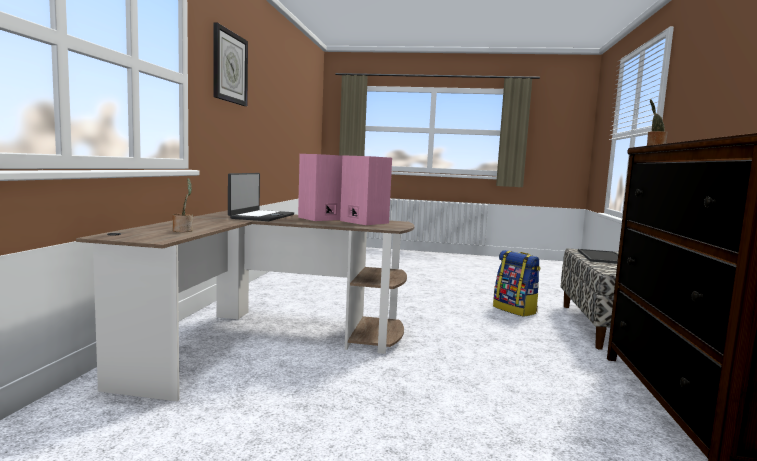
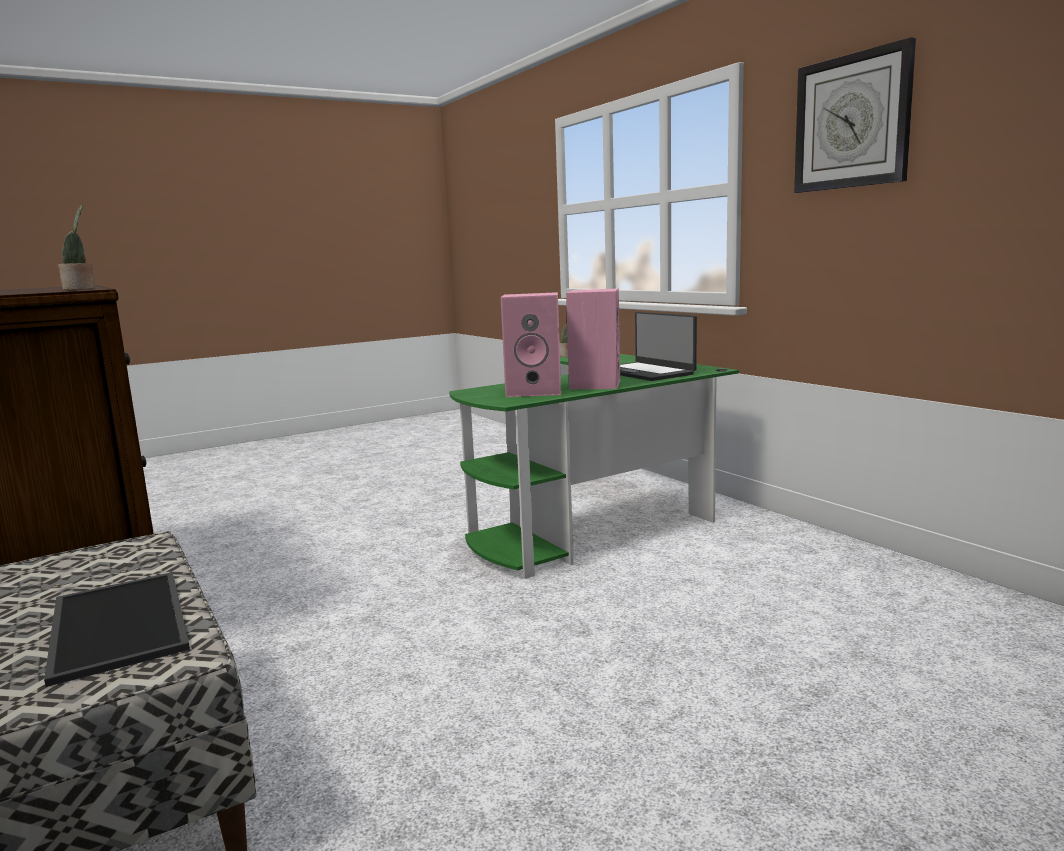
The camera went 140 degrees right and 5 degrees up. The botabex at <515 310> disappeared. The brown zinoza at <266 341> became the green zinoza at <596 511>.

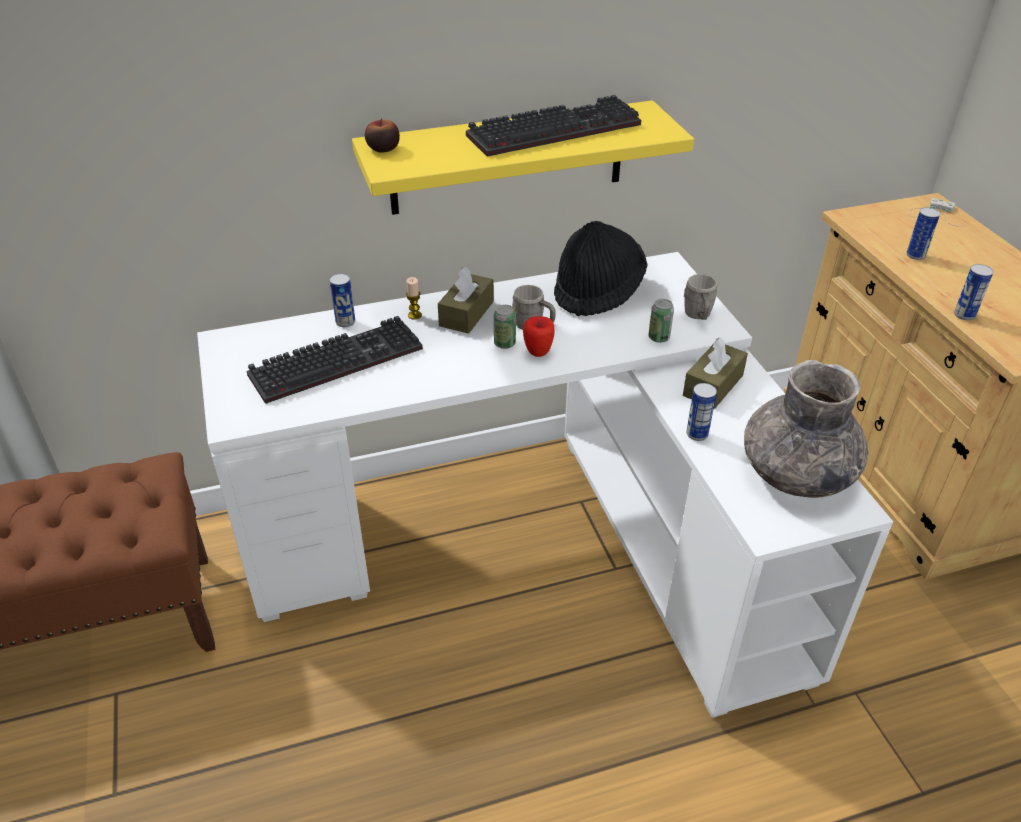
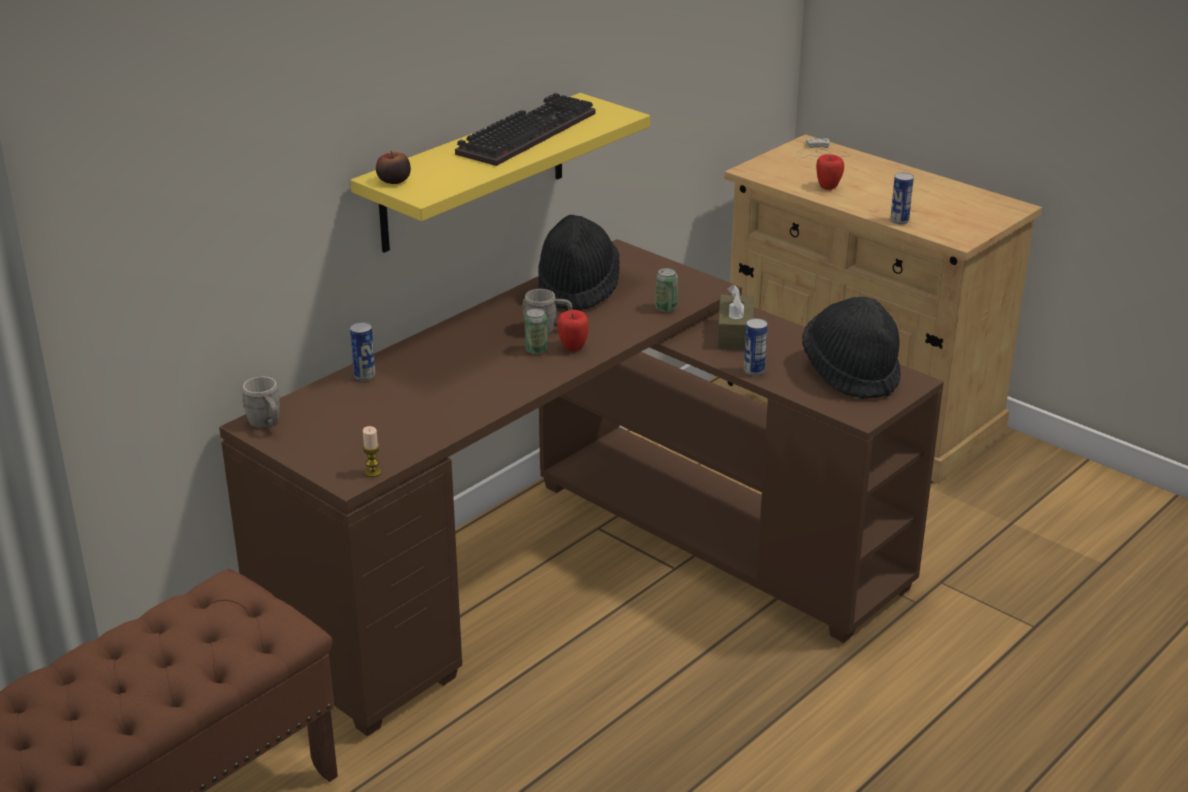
The camera went 30 degrees left and 10 degrees down. The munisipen at <338 359> disappeared. The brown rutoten at <466 313> disappeared. The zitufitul moved from <414 315> to <373 472>. The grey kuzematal moved from <698 316> to <267 424>. The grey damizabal at <796 473> was replaced by the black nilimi at <851 373>. The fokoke at <915 255> was replaced by the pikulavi at <828 187>. The white zinoza at <537 538> became the brown zinoza at <582 571>.

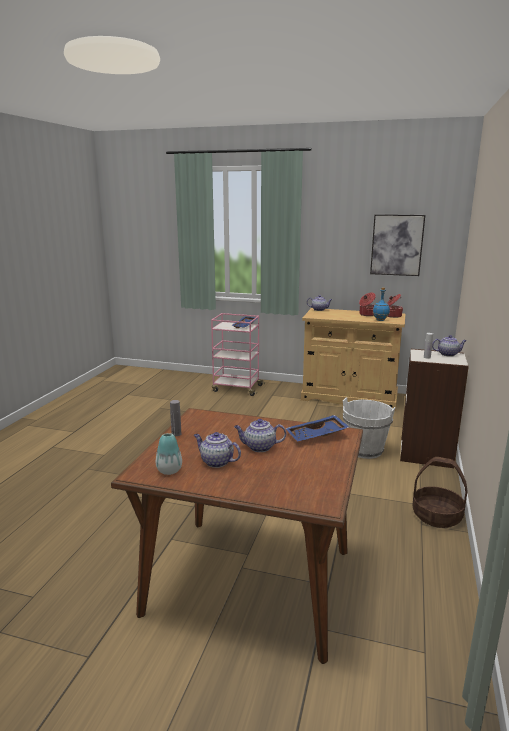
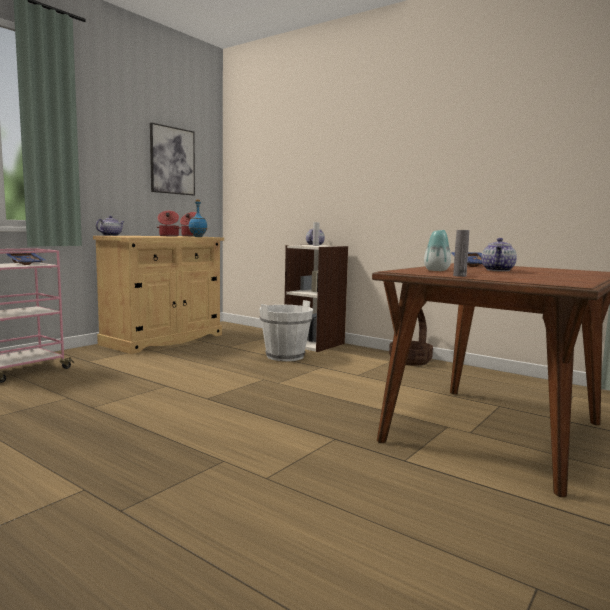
The camera went 70 degrees left and 10 degrees down. The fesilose at <216 462> disappeared. The damizabal moved from <169 470> to <436 270>.

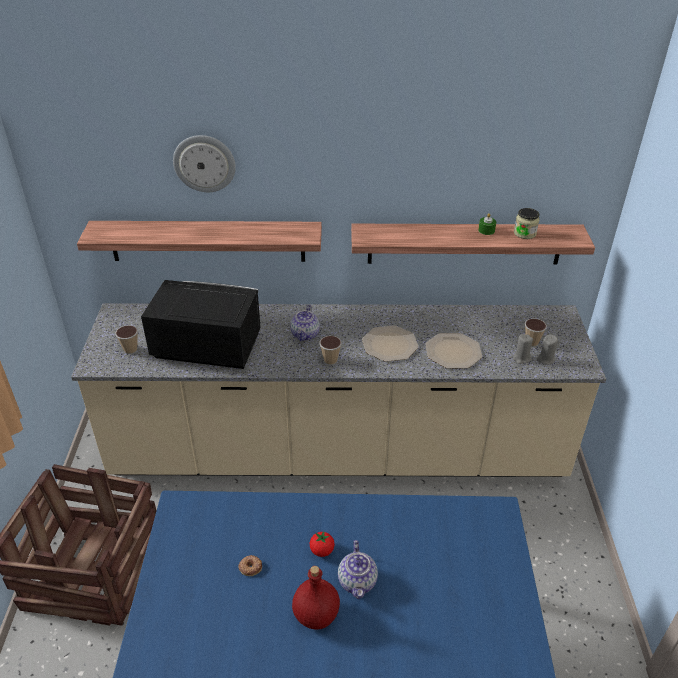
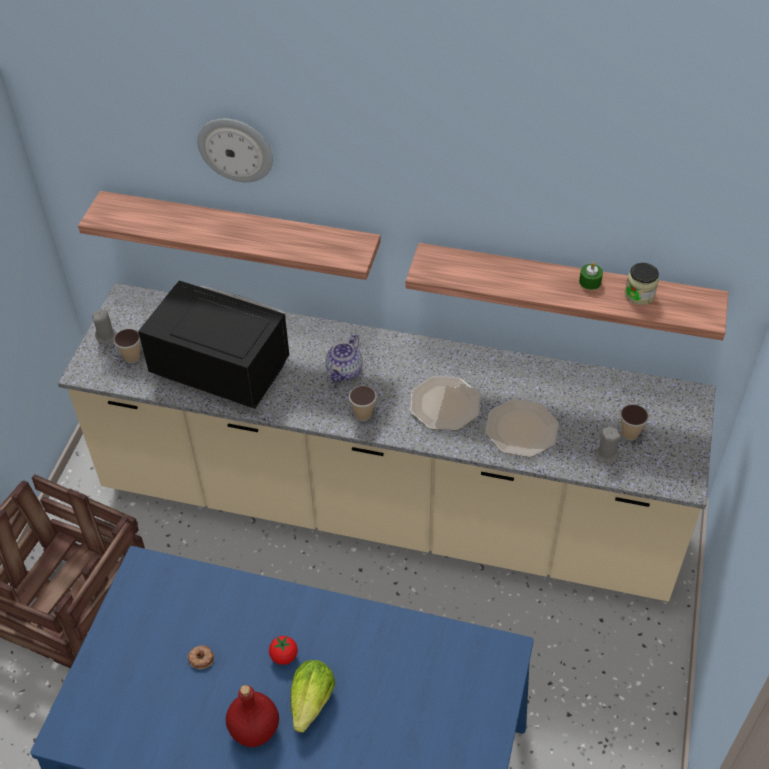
The camera went 15 degrees right and 10 degrees up. The grey zitufitul moved from <545 359> to <106 336>. The fesilose at <358 582> was replaced by the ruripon at <312 702>.

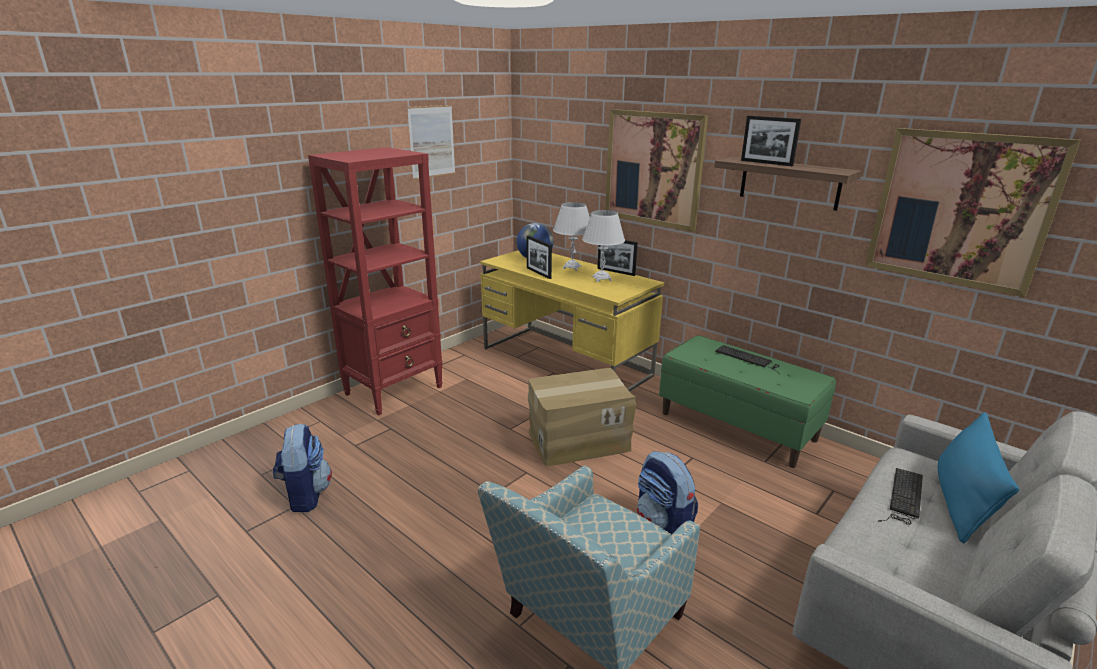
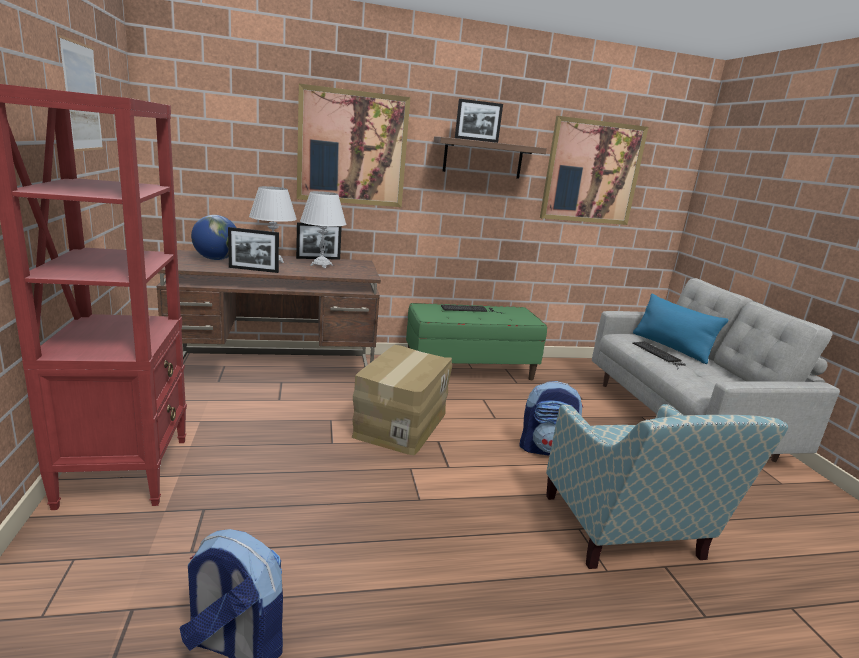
The camera went 55 degrees left and 5 degrees down. The yellow zinoza at <566 362> became the brown zinoza at <276 369>.

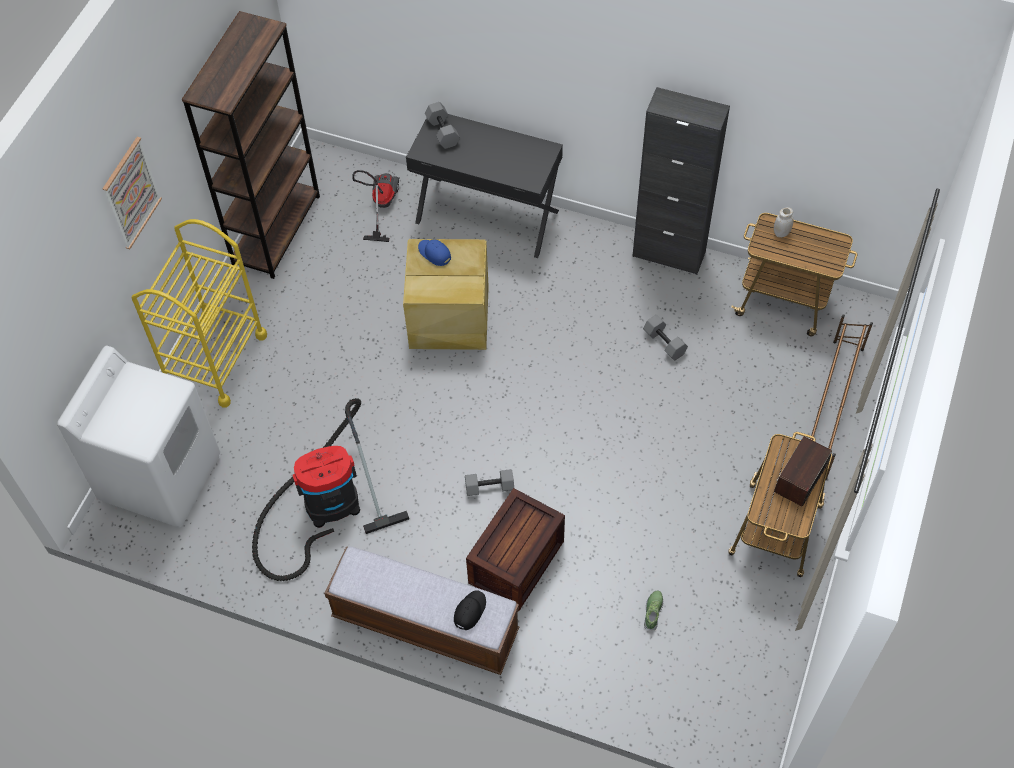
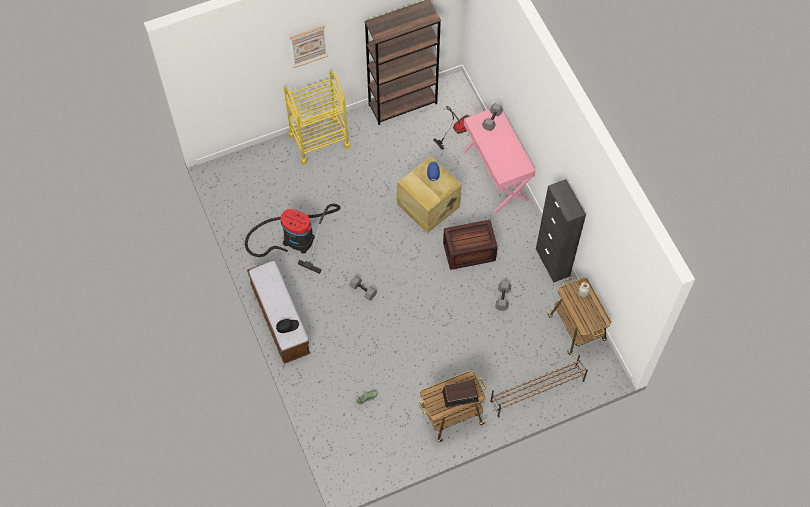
The camera went 45 degrees right and 5 degrees up. The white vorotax at <161 477> disappeared. The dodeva moved from <517 561> to <470 251>. The black zinoza at <487 216> became the pink zinoza at <496 175>.

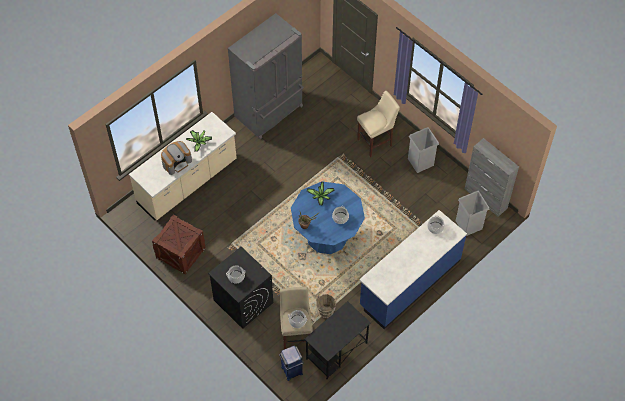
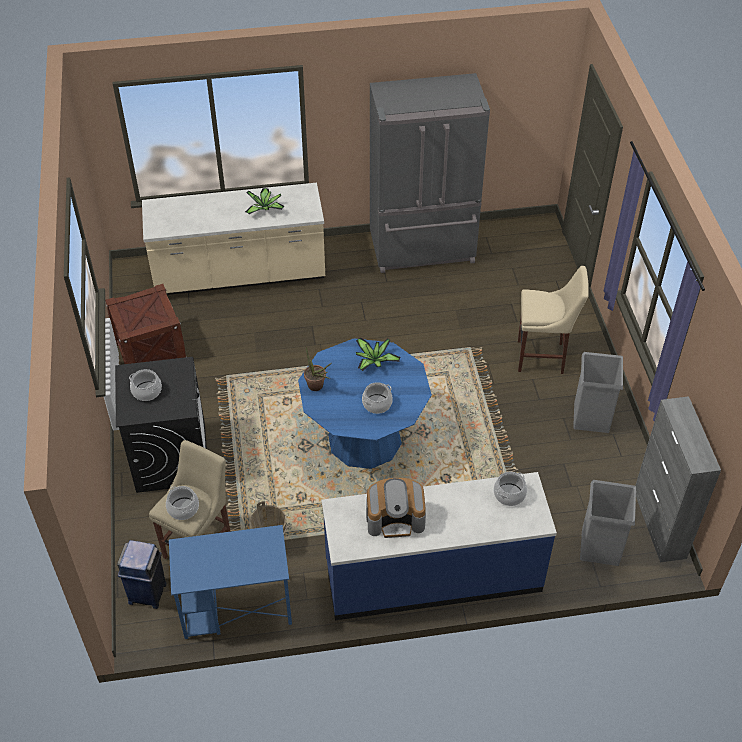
The camera went 35 degrees right and 10 degrees down. The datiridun moved from <176 162> to <395 518>. The black zinoza at <336 351> became the blue zinoza at <235 607>.

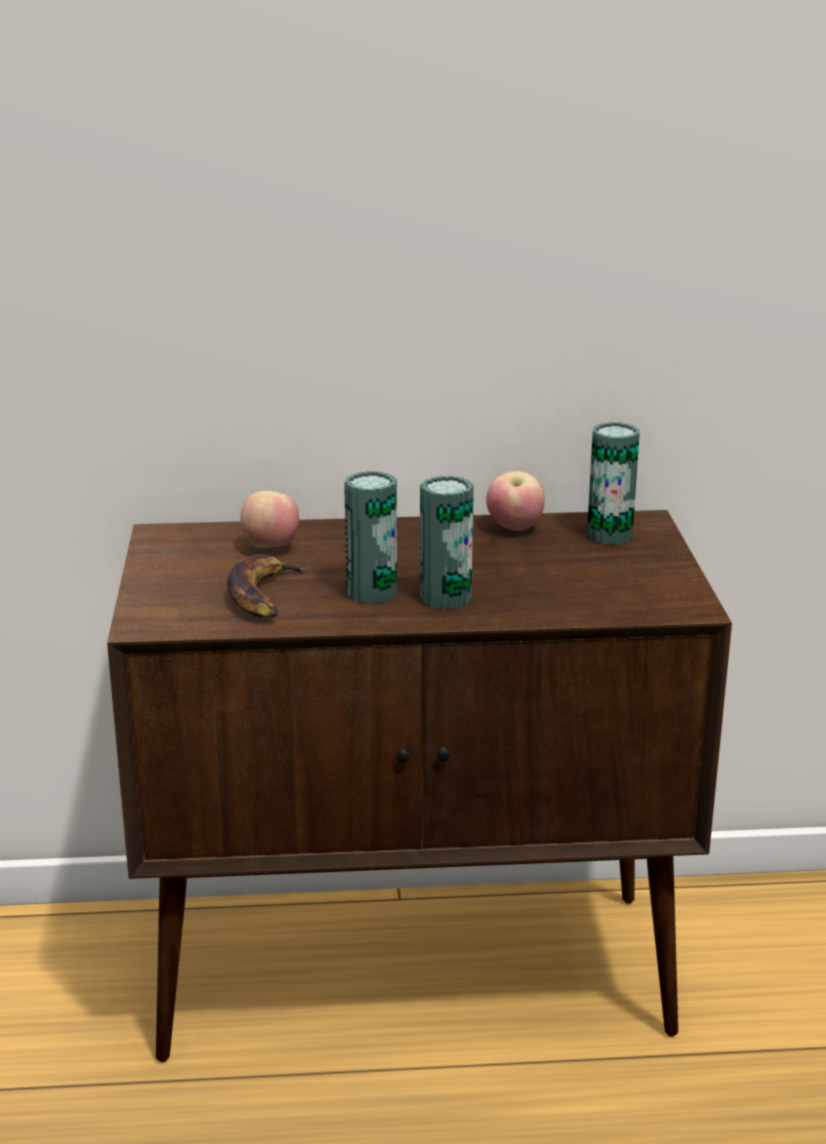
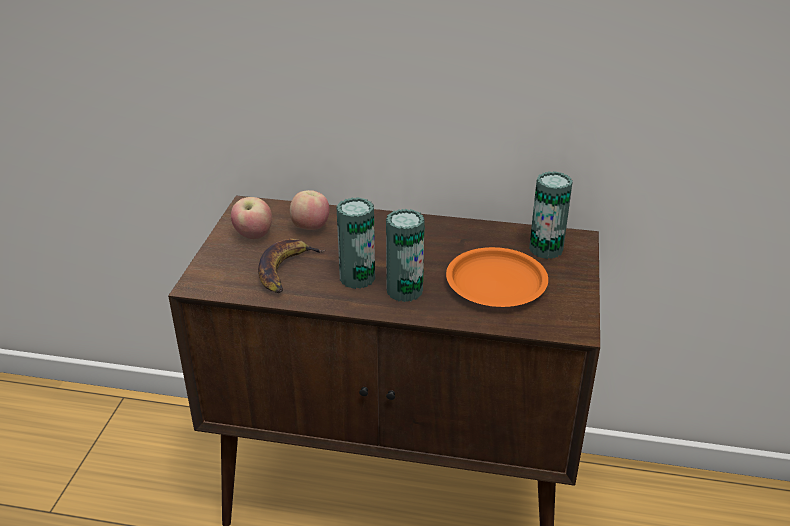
The camera went 15 degrees right and 10 degrees up. The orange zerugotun at <496 284> appeared. The pikulavi moved from <515 528> to <253 236>.

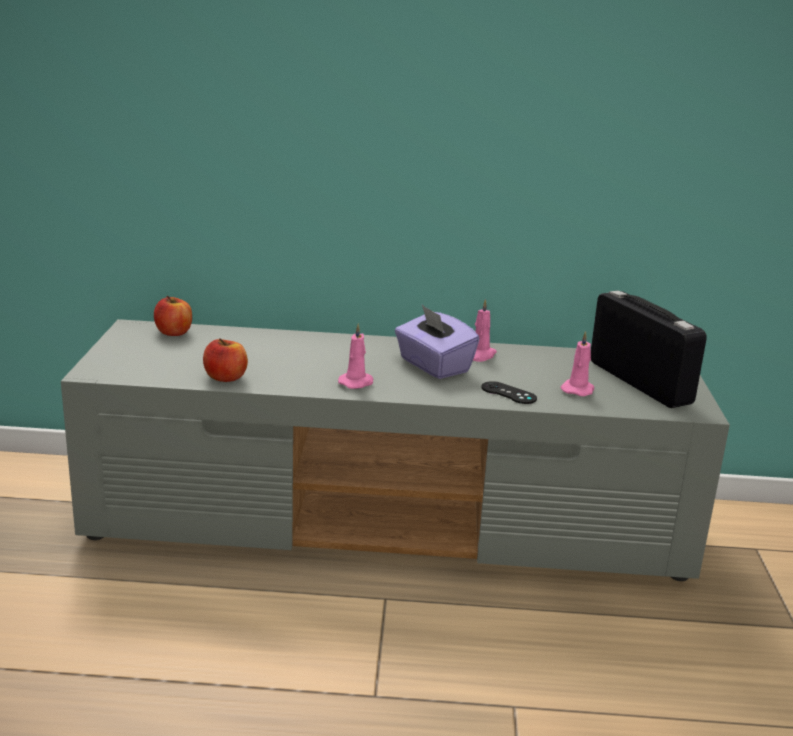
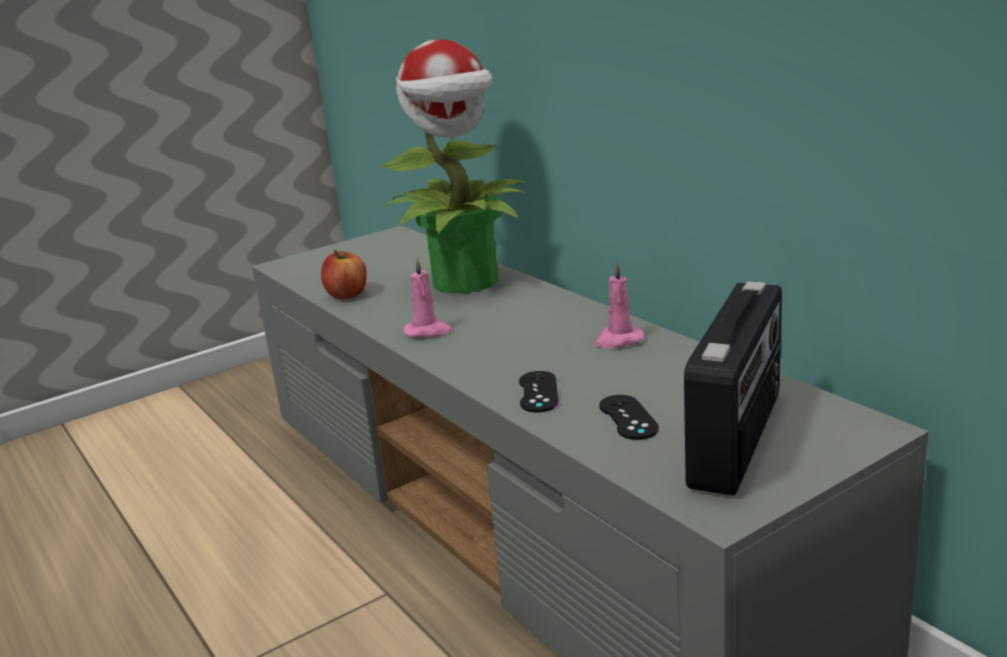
The camera went 55 degrees right and 0 degrees up. The pikulavi at <174 333> disappeared. The purple rutoten at <433 366> disappeared. The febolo at <467 281> appeared. The pink zitufitul at <578 389> was replaced by the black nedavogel at <628 417>.

